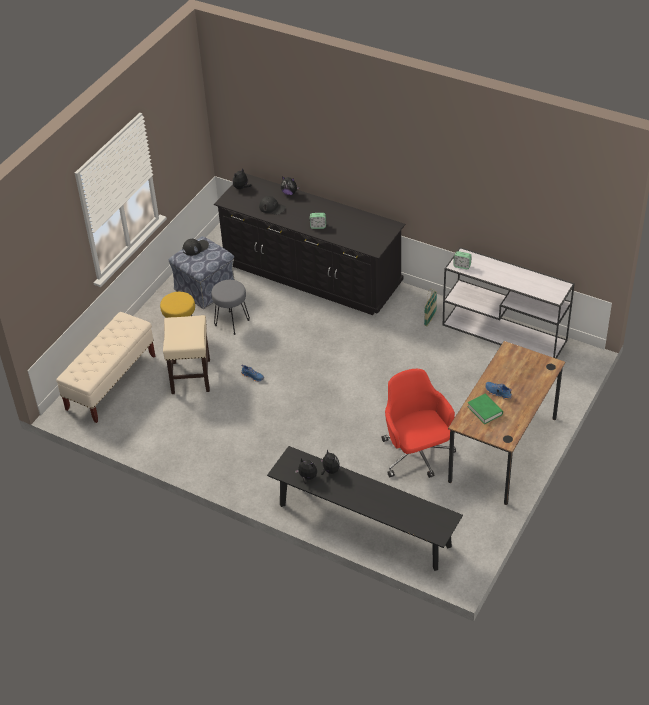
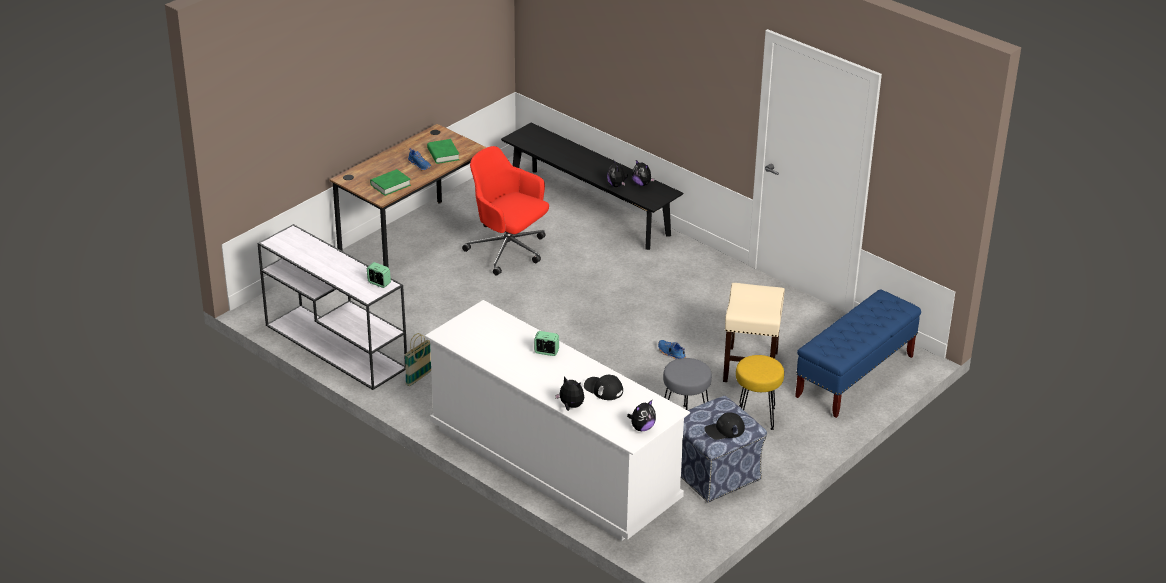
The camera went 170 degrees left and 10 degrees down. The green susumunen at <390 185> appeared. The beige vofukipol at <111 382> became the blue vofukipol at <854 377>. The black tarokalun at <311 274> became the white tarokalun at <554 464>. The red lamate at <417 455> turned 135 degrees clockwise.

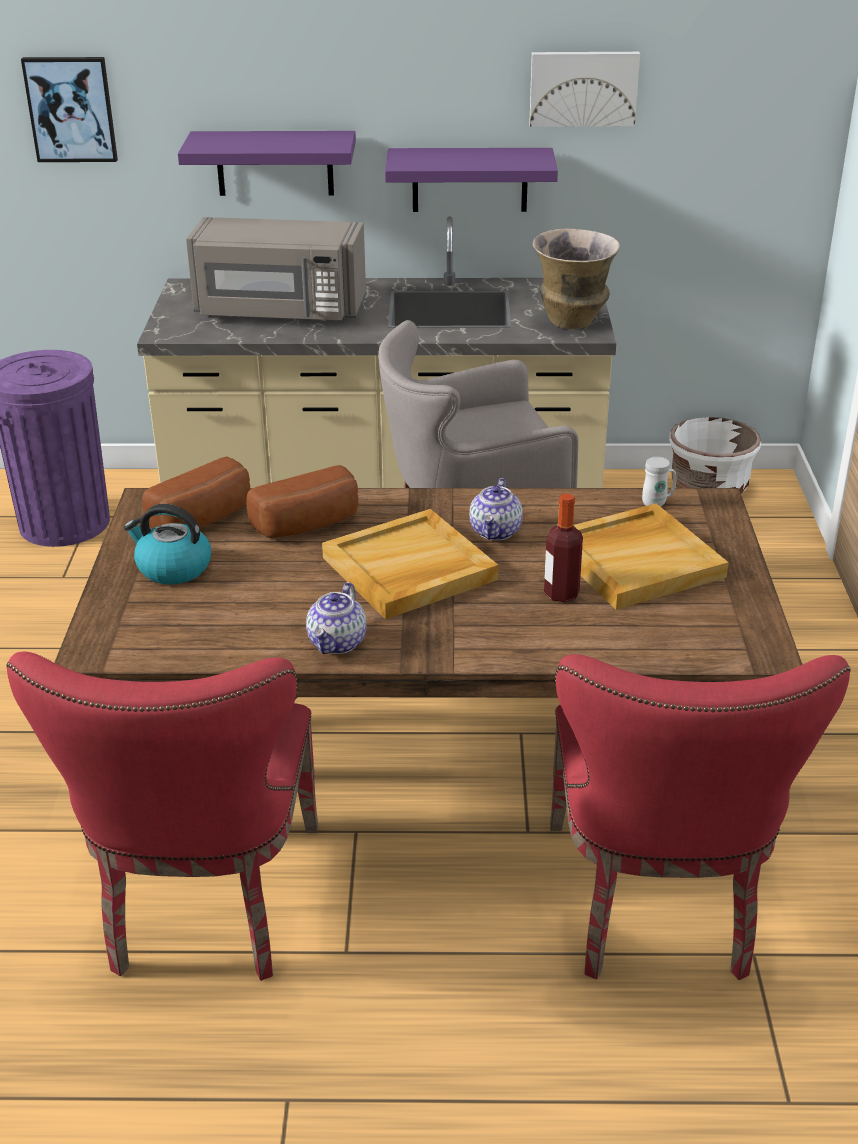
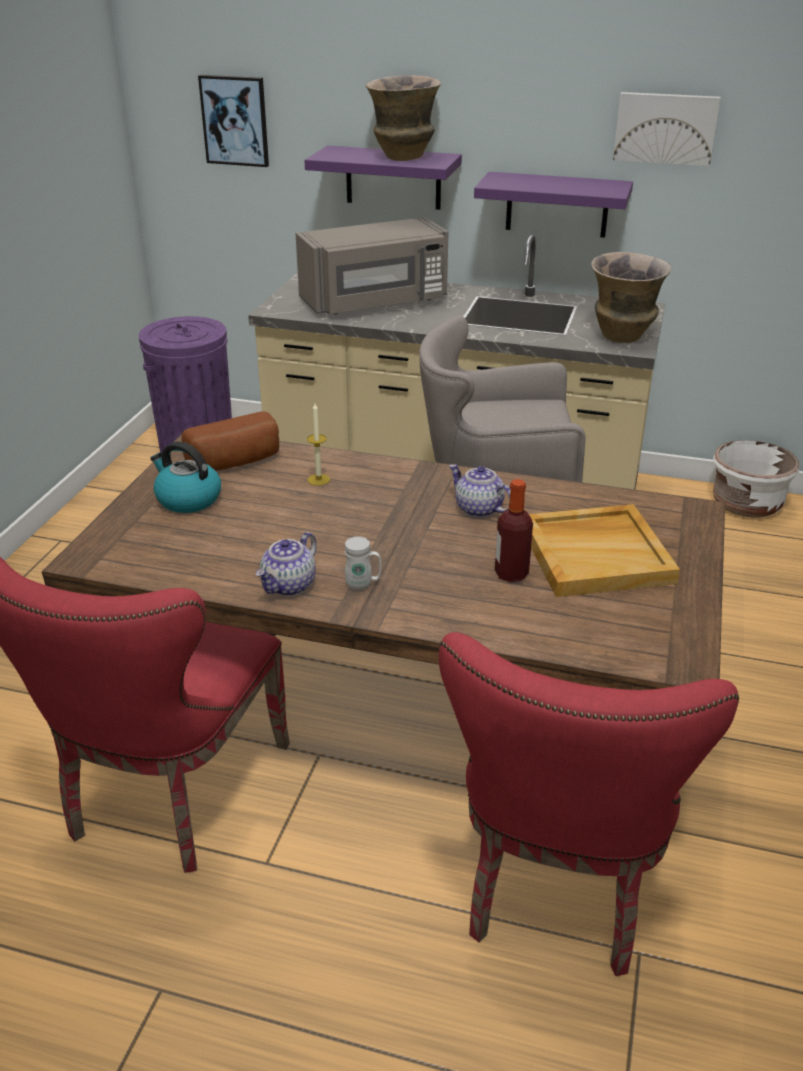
The camera went 15 degrees right and 0 degrees up. The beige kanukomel at <408 569> disappeared. The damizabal at <403 158> appeared. The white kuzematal moved from <658 503> to <363 585>. The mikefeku at <309 525> was replaced by the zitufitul at <318 479>. The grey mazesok at <280 311> turned 45 degrees counterclockwise. The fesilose at <496 532> turned 105 degrees clockwise.

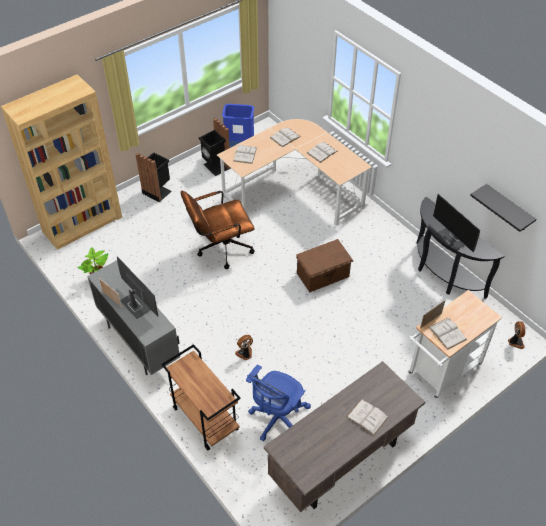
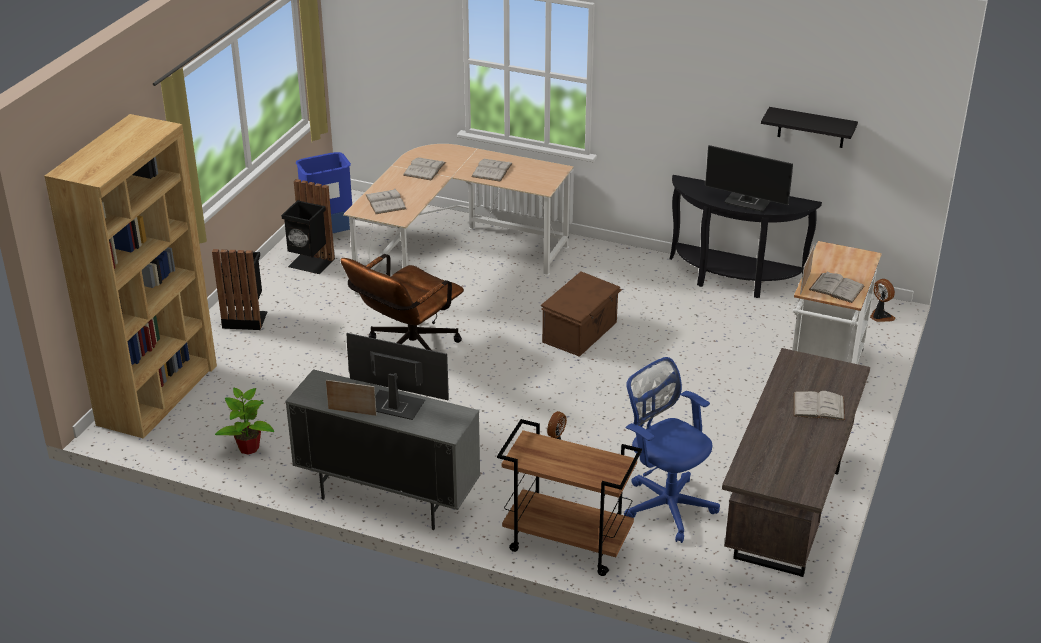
The camera went 30 degrees left and 15 degrees down. The blue lamate at <277 419> turned 135 degrees clockwise.

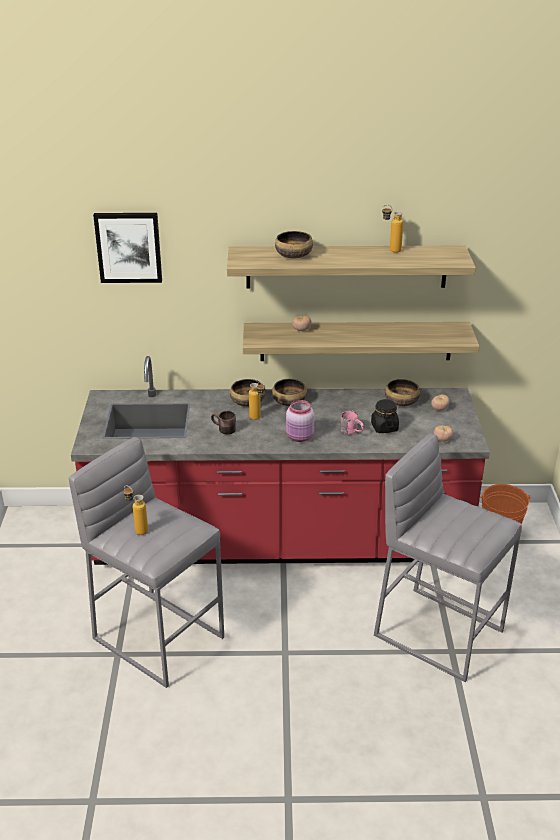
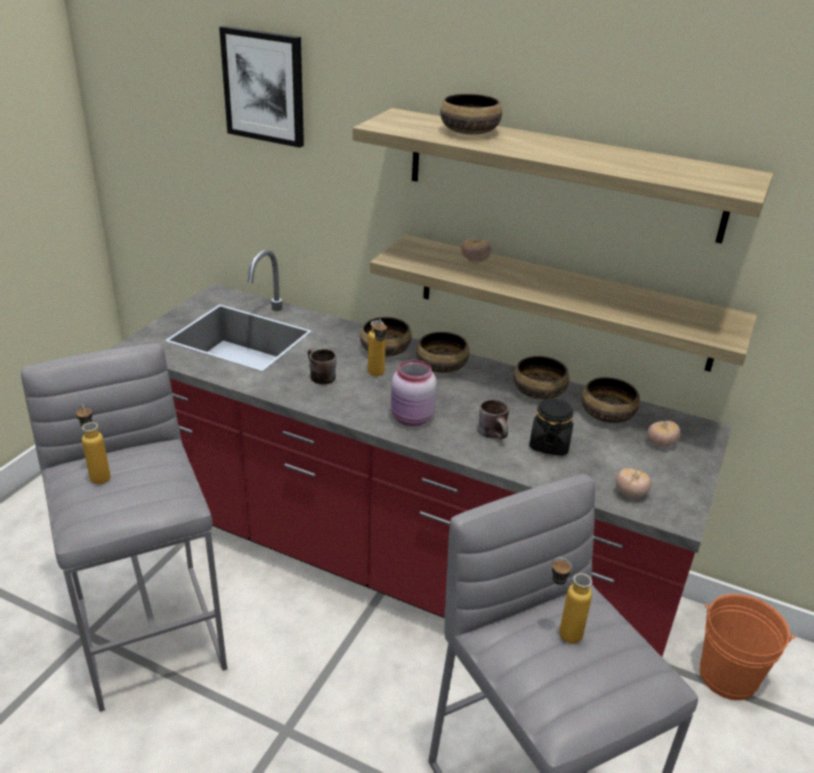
The camera went 25 degrees right and 0 degrees up. The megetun at <539 392> appeared. The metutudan moved from <390 250> to <561 631>. The pink kuzematal at <352 431> became the brown kuzematal at <496 434>.

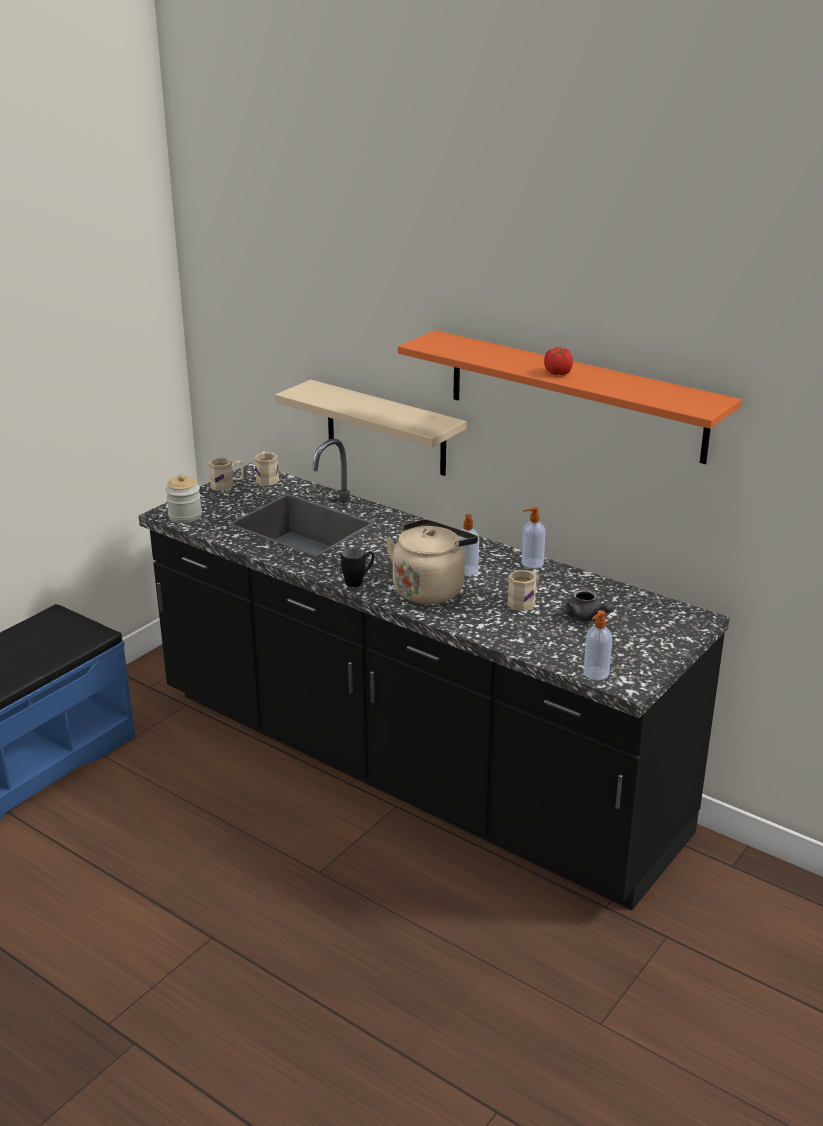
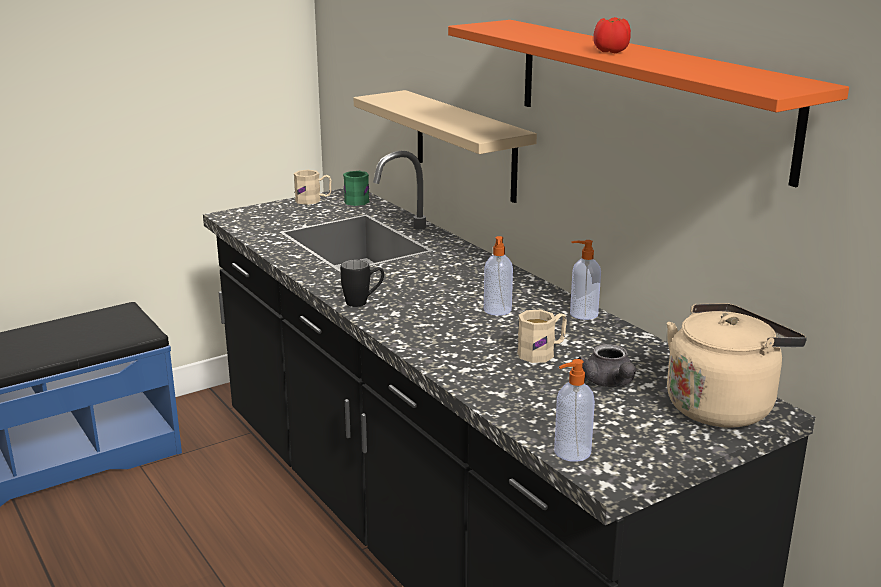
The camera went 20 degrees right and 5 degrees down. The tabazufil at <185 516> disappeared. The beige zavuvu moved from <430 589> to <722 406>. The beige kuzematal at <266 478> became the green kuzematal at <357 200>.

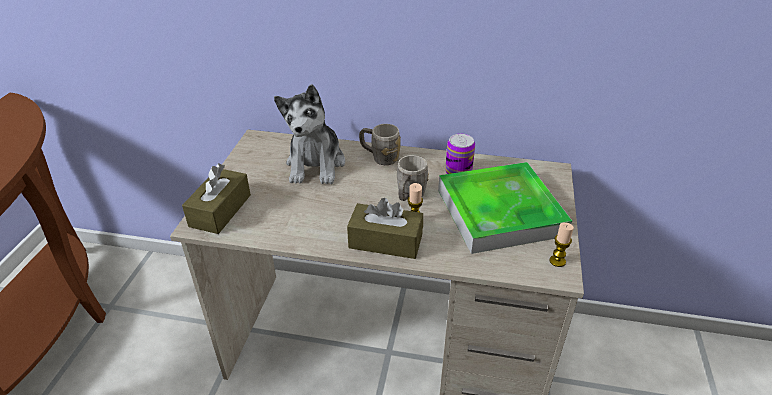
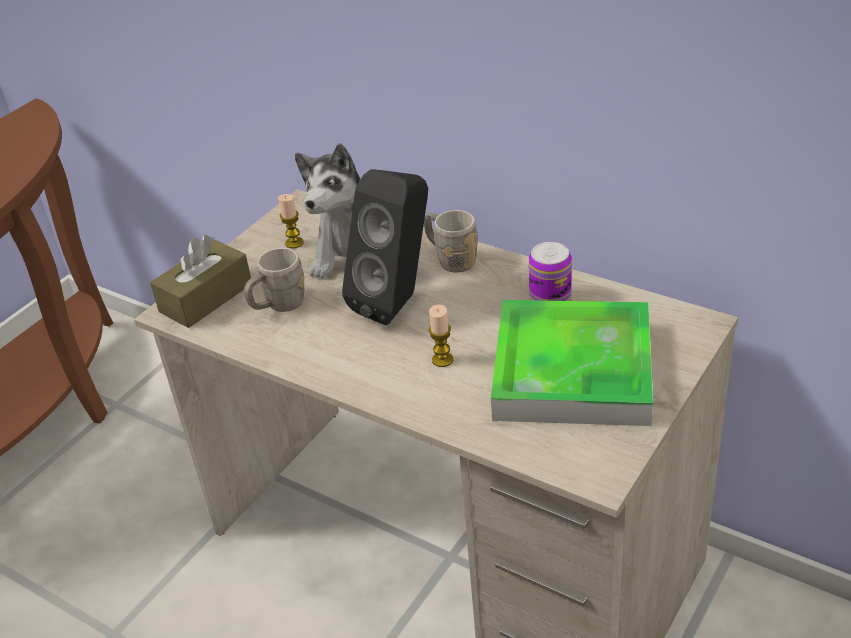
The camera went 25 degrees right and 0 degrees up. The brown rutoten at <385 241> disappeared. The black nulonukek at <398 302> appeared. The grey kuzematal moved from <409 196> to <278 305>. The zitufitul moved from <557 261> to <294 243>.

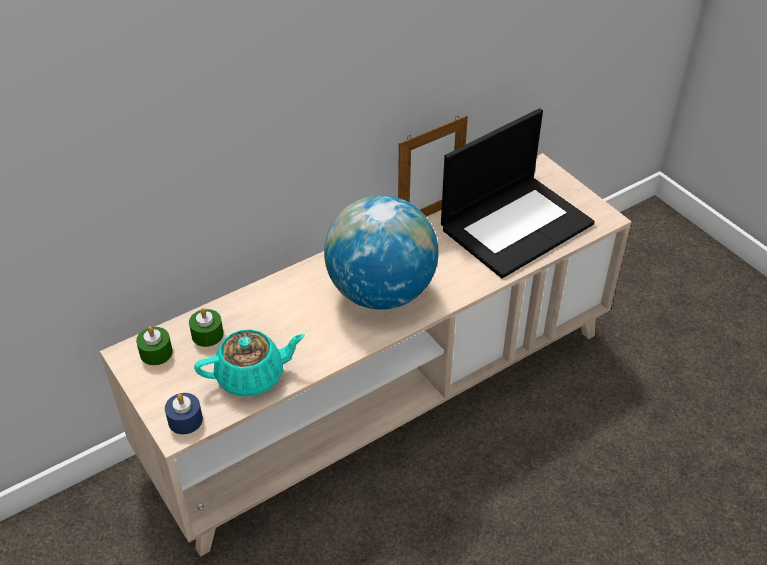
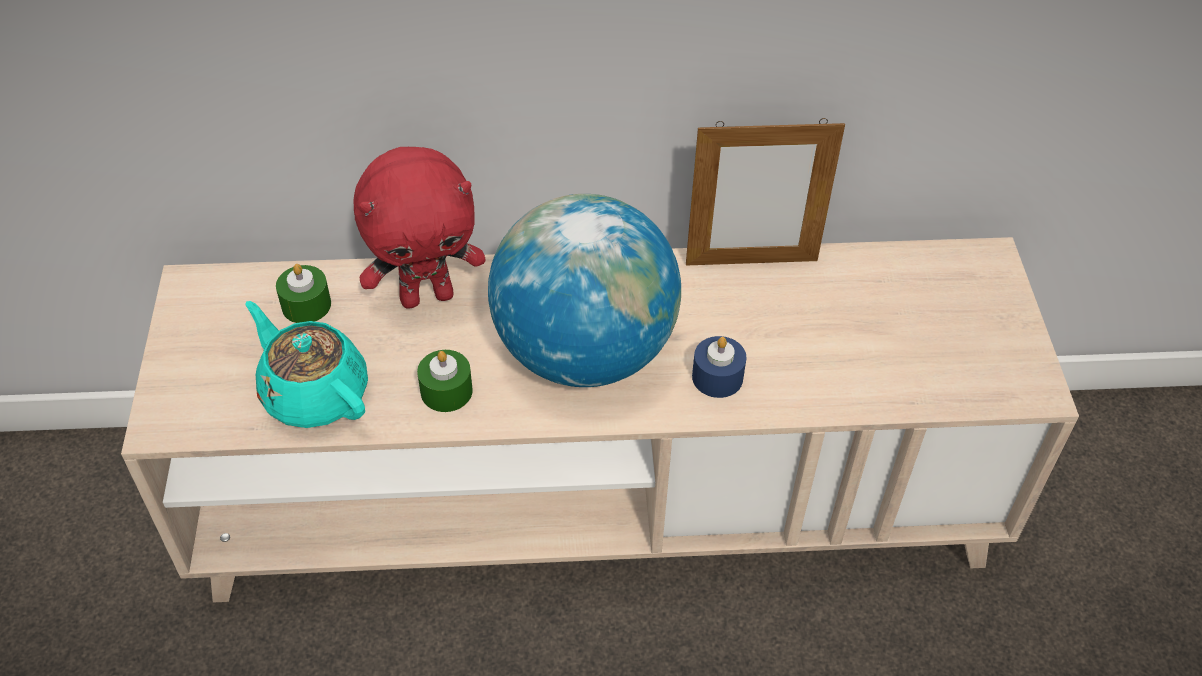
The camera went 30 degrees right and 5 degrees up. The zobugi at <516 225> disappeared. The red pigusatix at <427 296> appeared. The green zitufitul moved from <156 353> to <446 391>. The blue zitufitul moved from <185 420> to <717 377>. The turquoise fesilose at <252 376> turned 150 degrees counterclockwise.

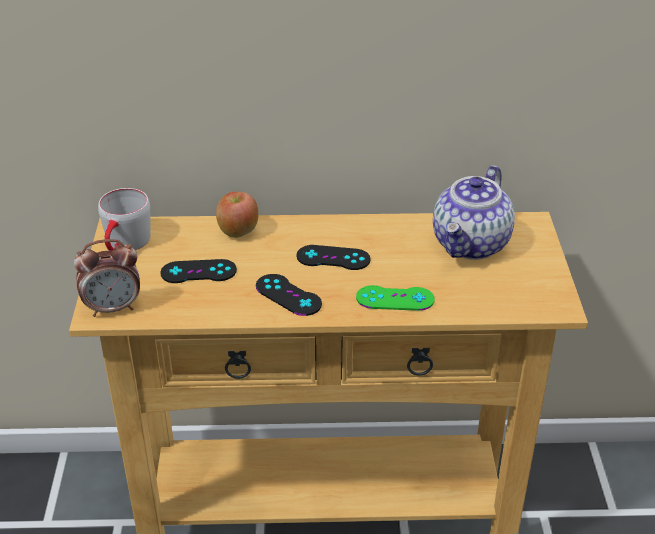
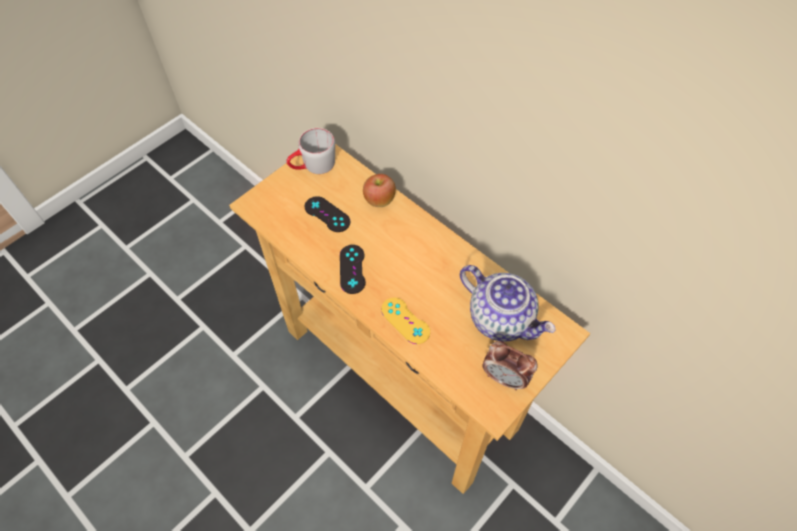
The camera went 45 degrees right and 20 degrees up. The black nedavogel at <333 258> disappeared. The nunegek moved from <113 308> to <505 378>. The green nedavogel at <395 298> became the yellow nedavogel at <405 320>. The fesilose at <471 245> turned 120 degrees counterclockwise.

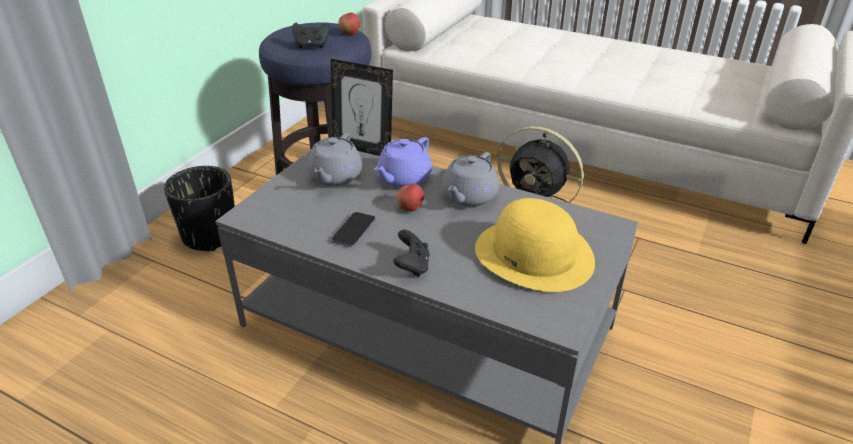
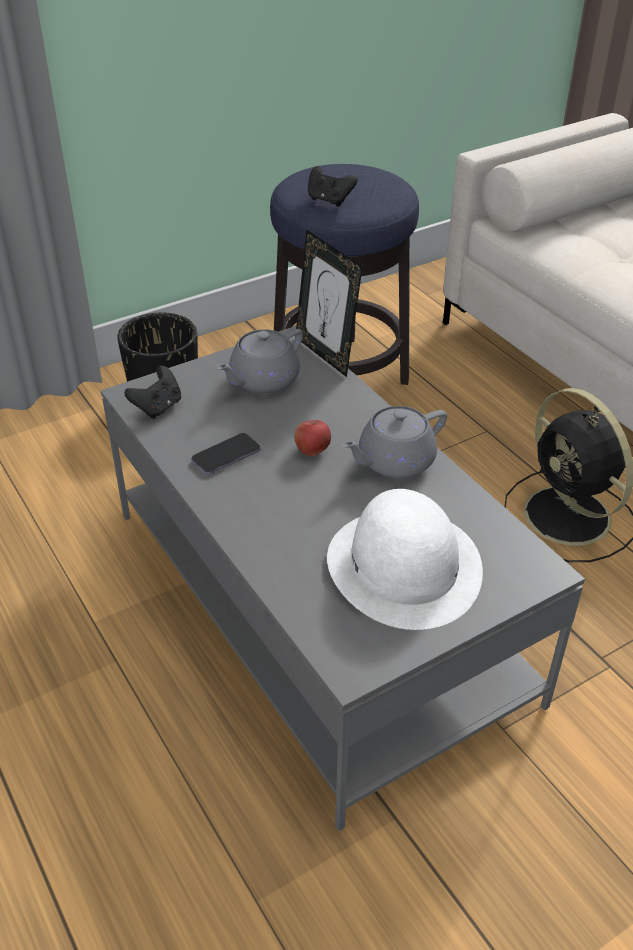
The camera went 30 degrees right and 5 degrees up. The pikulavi at <350 33> disappeared. The purple fesilose at <403 179> disappeared. The black nedavogel moved from <412 266> to <158 407>. The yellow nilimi at <534 254> became the white nilimi at <404 566>.

